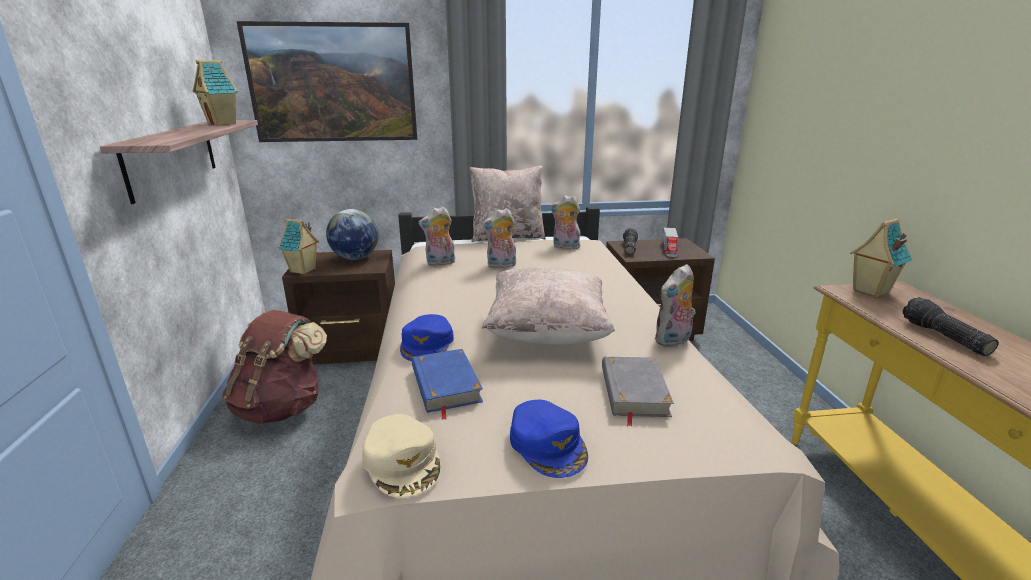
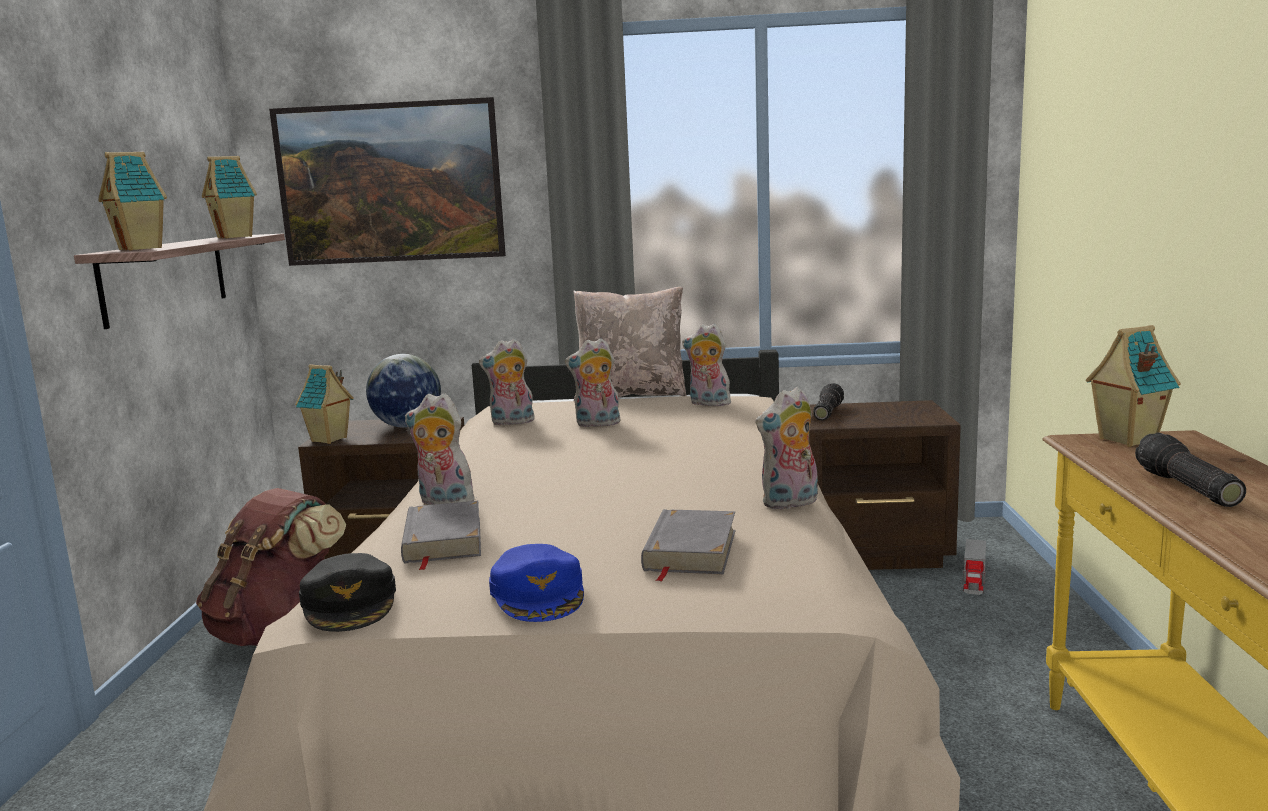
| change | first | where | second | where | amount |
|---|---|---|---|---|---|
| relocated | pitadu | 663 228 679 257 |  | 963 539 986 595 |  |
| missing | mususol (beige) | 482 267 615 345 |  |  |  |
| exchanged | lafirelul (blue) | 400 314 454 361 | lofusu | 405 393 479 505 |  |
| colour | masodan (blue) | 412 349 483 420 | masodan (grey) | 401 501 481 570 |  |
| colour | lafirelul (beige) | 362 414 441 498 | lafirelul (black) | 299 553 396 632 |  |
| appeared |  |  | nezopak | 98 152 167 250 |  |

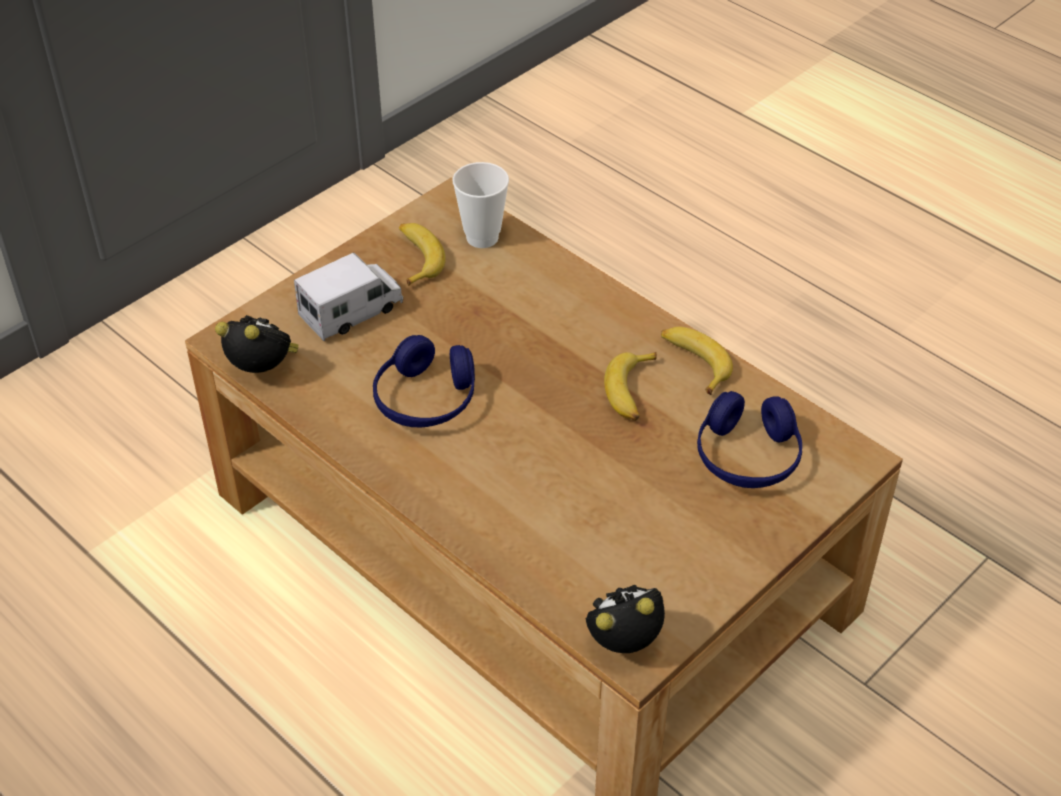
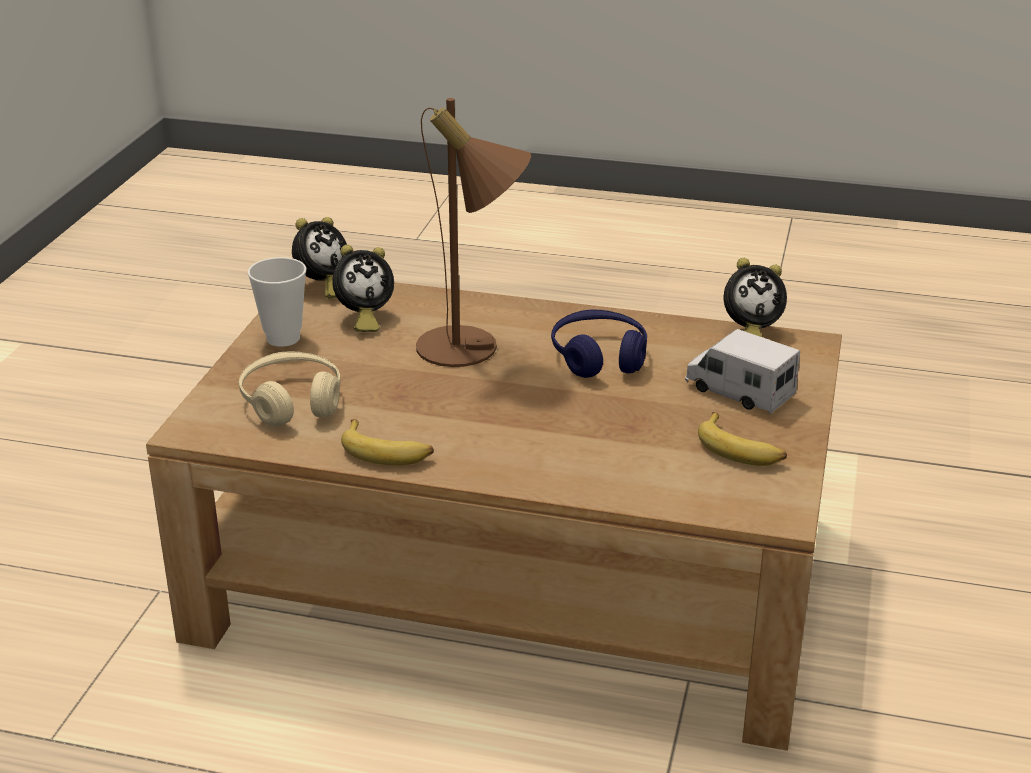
| change | first | where | second | where | amount |
|---|---|---|---|---|---|
| relocated | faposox | 453 162 509 248 |  | 248 257 306 347 |  |
| spun | pitadu | 294 253 403 341 |  | 685 329 800 414 | 105 degrees clockwise |
| missing | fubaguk | 604 352 657 421 |  |  |  |
| colour | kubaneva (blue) | 697 391 802 488 | kubaneva (beige) | 239 351 341 426 |  |
| appeared |  |  | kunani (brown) | 416 98 531 367 |  |
| appeared |  |  | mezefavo | 332 245 394 332 |  |

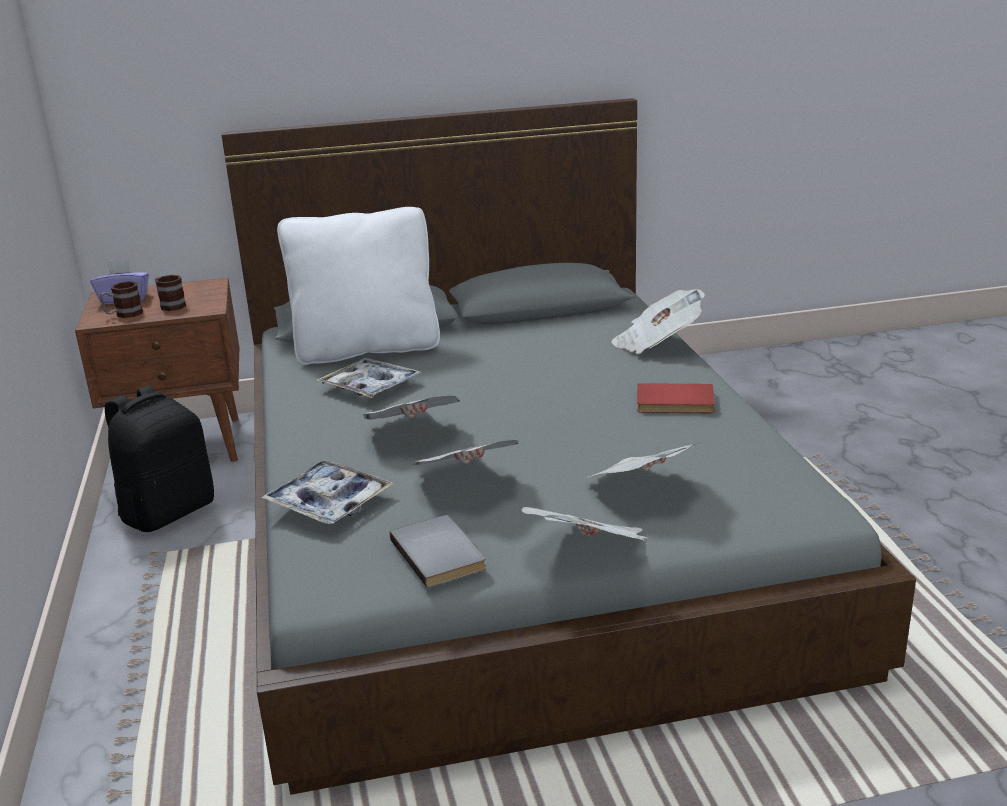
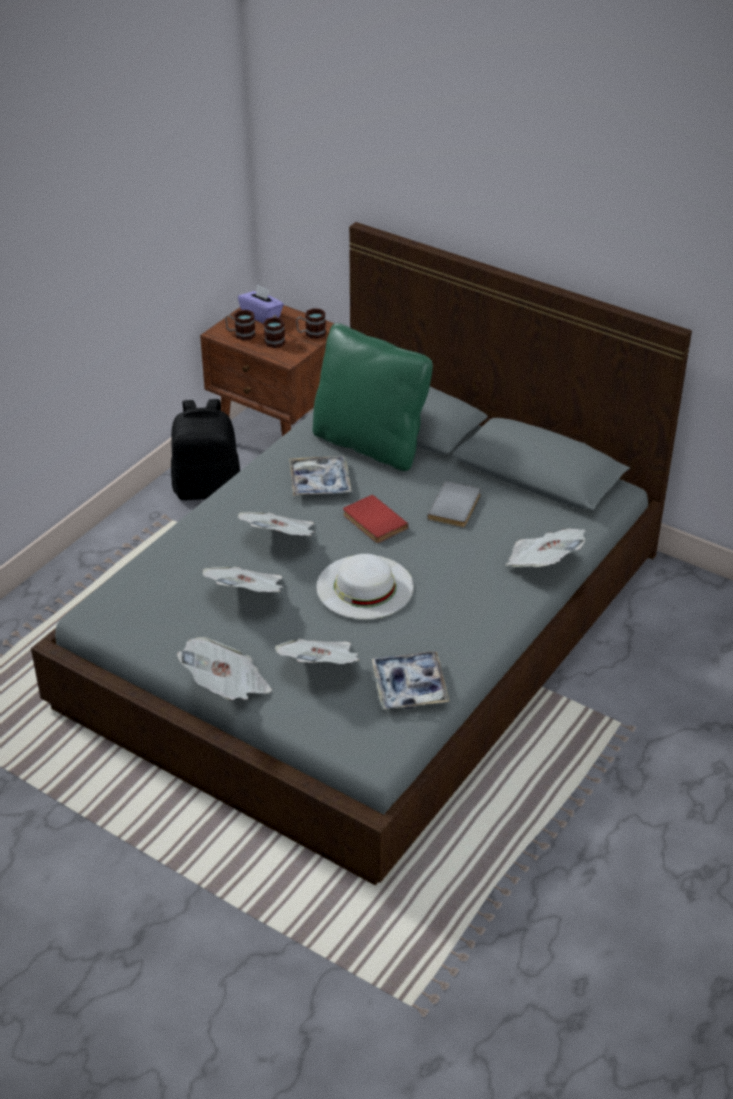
| change | first | where | second | where | amount |
|---|---|---|---|---|---|
| colour | mususol (white) | 277 207 440 365 | mususol (green) | 312 323 433 471 |  |
| relocated | masodan (red) | 637 383 715 413 |  | 343 494 408 543 |  |
| relocated | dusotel | 261 460 394 524 |  | 372 651 450 709 |  |
| relocated | masodan (grey) | 390 515 486 588 |  | 428 481 481 527 |  |
| appeared |  |  | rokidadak | 296 308 326 339 |  |
| appeared |  |  | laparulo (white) | 316 554 414 619 |  |

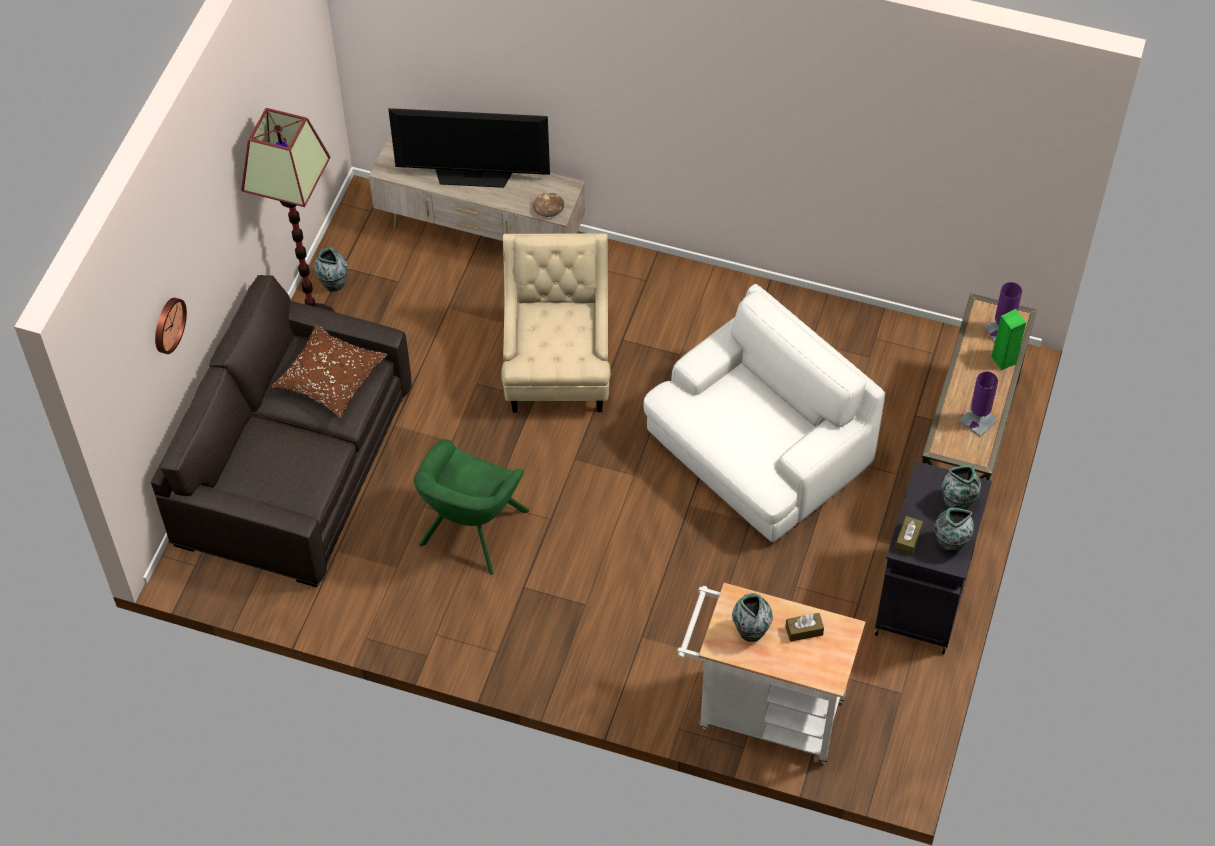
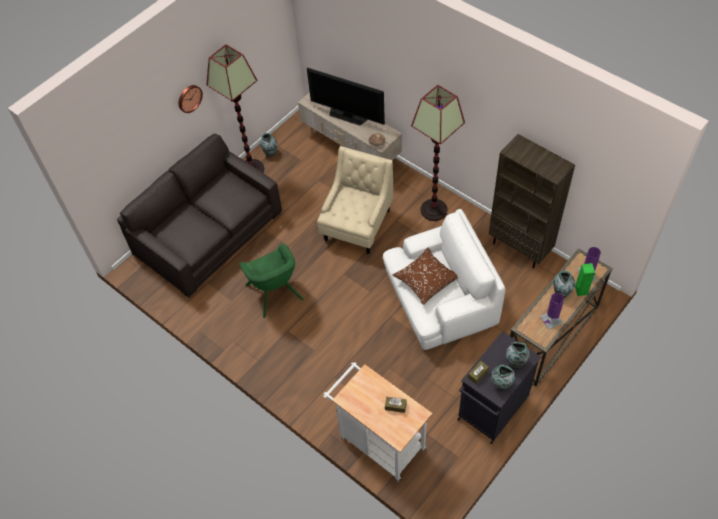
| change | first | where | second | where | amount |
|---|---|---|---|---|---|
| relocated | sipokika | 155 298 187 354 |  | 178 85 203 113 |  |
| relocated | mususol (brown) | 271 324 387 418 |  | 392 248 458 305 |  |
| spun | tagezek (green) | 414 440 529 575 |  | 239 243 304 318 | 75 degrees counterclockwise |
| relocated | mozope | 732 593 773 642 |  | 553 271 575 298 |  |
| appeared |  |  | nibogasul | 411 85 465 221 |  |
| appeared |  |  | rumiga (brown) | 489 134 575 269 |  |

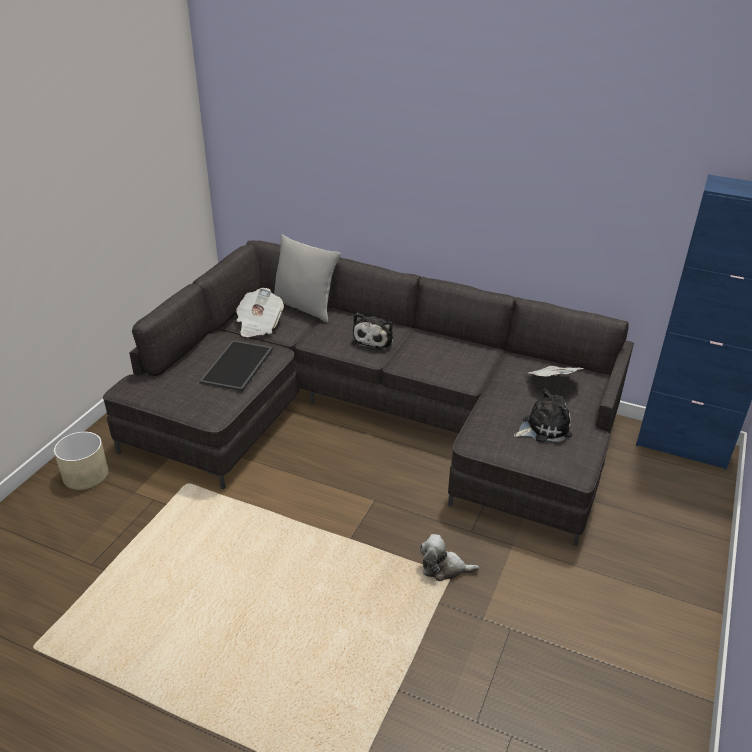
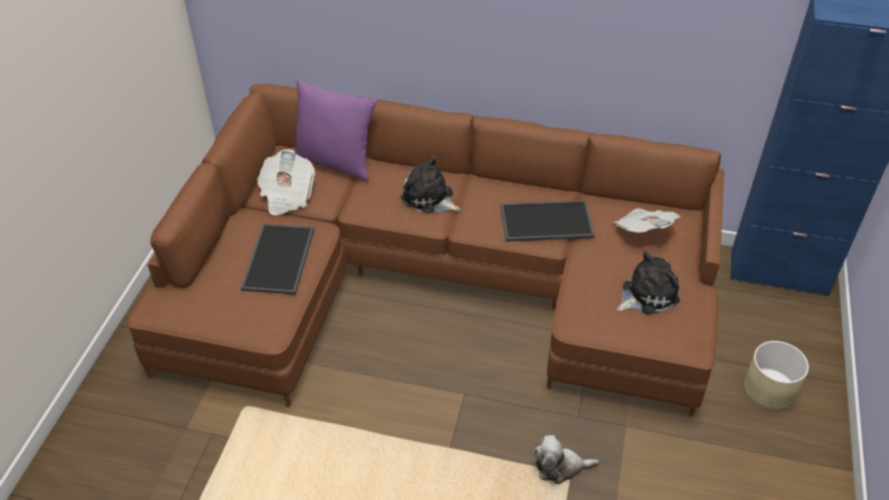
| change | first | where | second | where | amount |
|---|---|---|---|---|---|
| colour | mususol (grey) | 274 234 341 323 | mususol (purple) | 295 80 377 182 |  |
| colour | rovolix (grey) | 103 240 634 546 | rovolix (brown) | 127 84 724 416 |  |
| spun | lofusu | 352 313 394 350 |  | 401 156 460 214 | 120 degrees clockwise |
| relocated | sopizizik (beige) | 54 431 109 490 |  | 744 341 809 410 |  |
| appeared |  |  | dusotel | 500 200 595 242 |  |

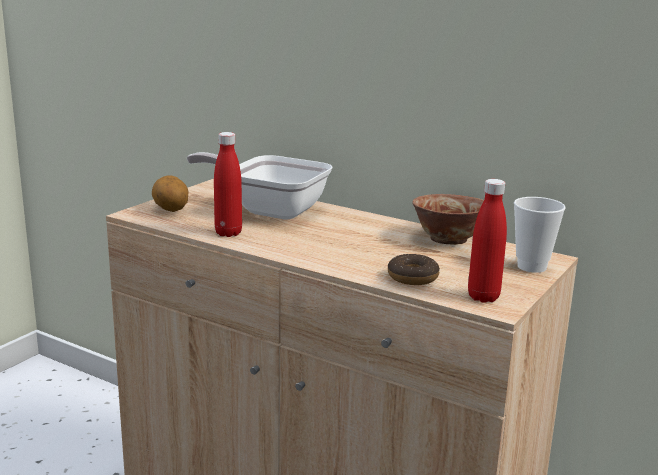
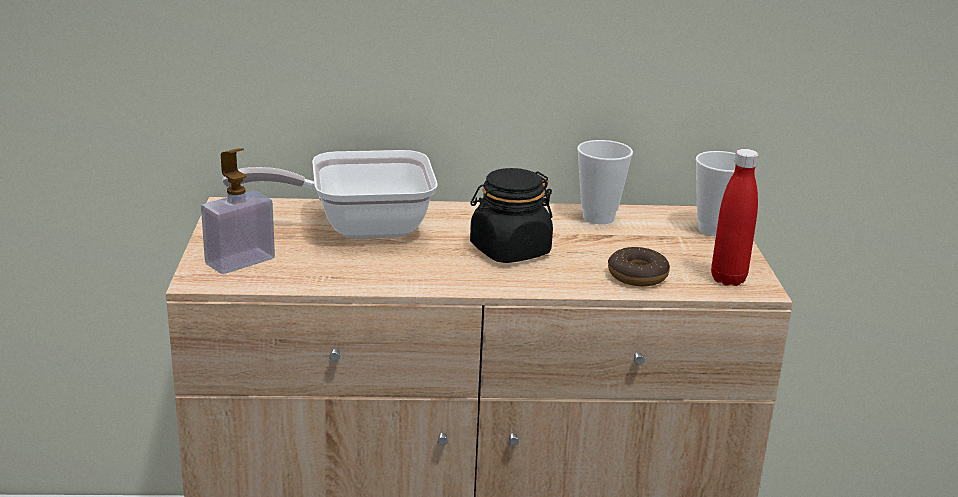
| change | first | where | second | where | amount |
|---|---|---|---|---|---|
| missing | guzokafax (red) | 214 132 242 237 |  |  |  |
| exchanged | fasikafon | 152 175 188 212 | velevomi | 201 148 275 274 |  |
| exchanged | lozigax | 412 194 484 245 | faposox | 577 140 633 224 |  |
| appeared |  |  | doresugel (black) | 470 168 553 263 |  |

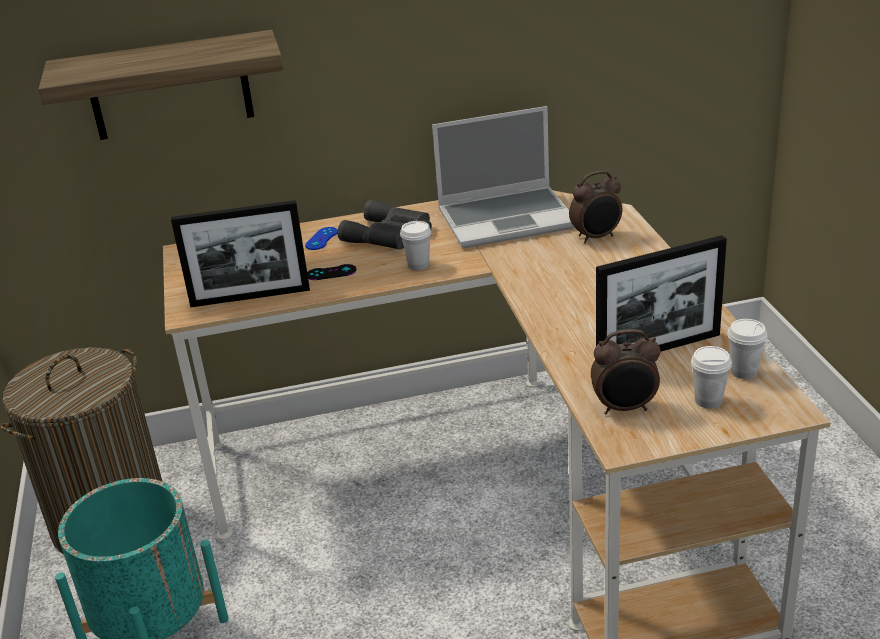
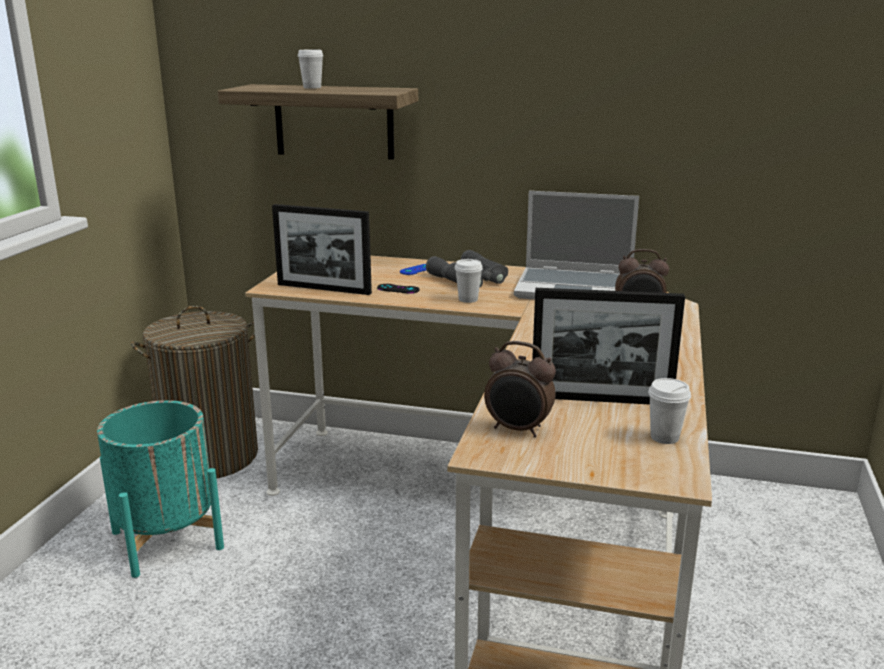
| change | first | where | second | where | amount |
|---|---|---|---|---|---|
| relocated | faposox (white) | 691 346 732 409 |  | 298 49 323 89 |  |

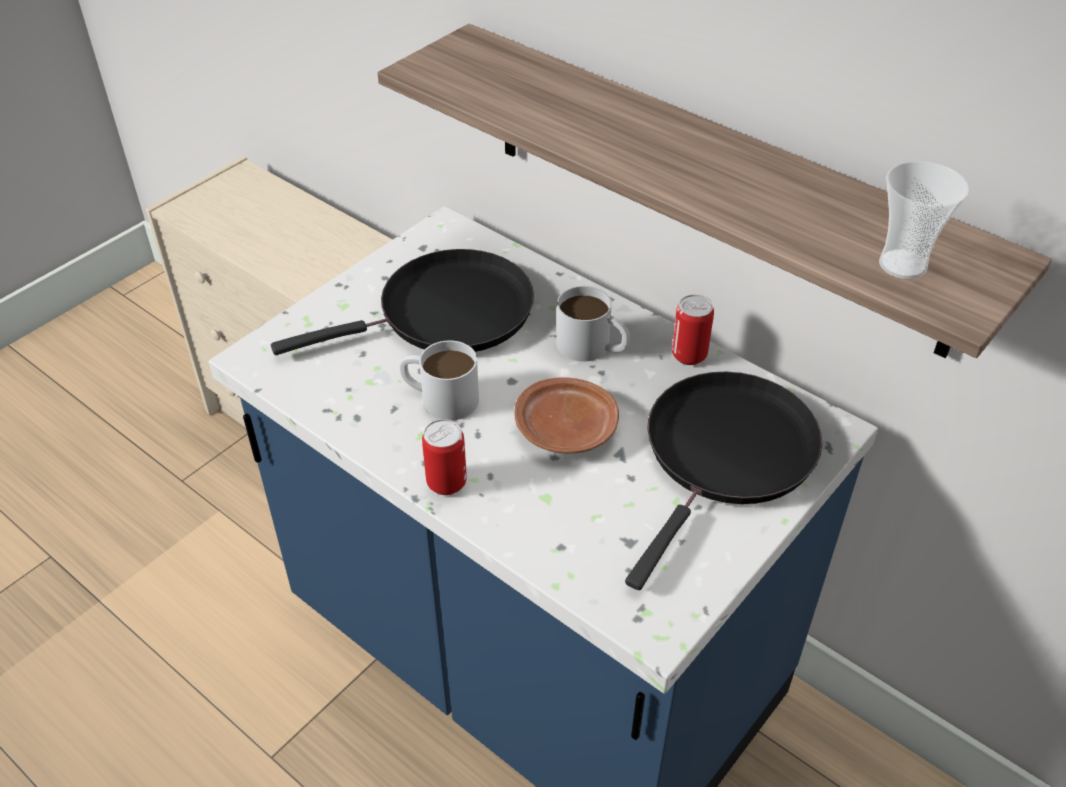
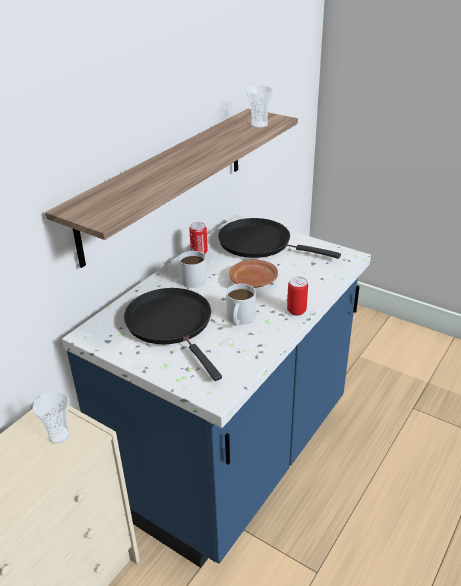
| change | first | where | second | where | amount |
|---|---|---|---|---|---|
| appeared |  |  | faposox | 33 391 70 444 |  |

